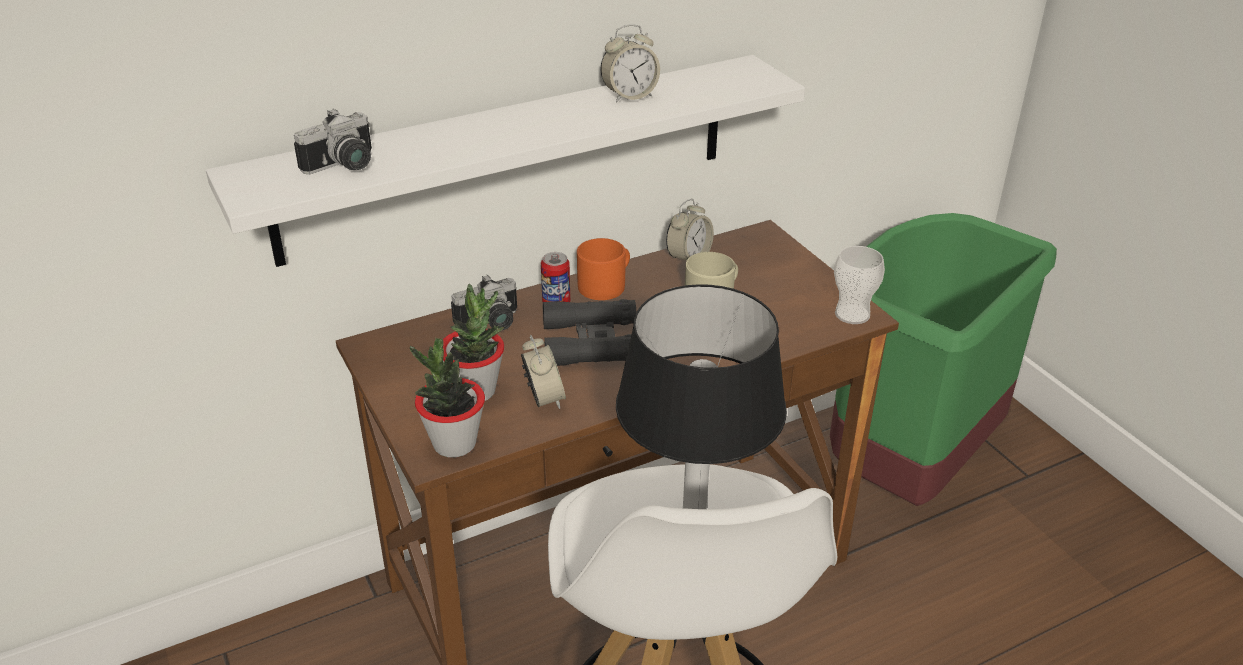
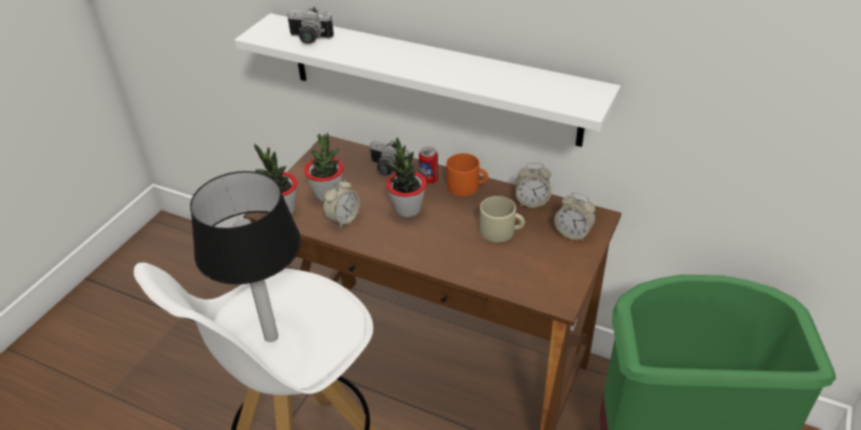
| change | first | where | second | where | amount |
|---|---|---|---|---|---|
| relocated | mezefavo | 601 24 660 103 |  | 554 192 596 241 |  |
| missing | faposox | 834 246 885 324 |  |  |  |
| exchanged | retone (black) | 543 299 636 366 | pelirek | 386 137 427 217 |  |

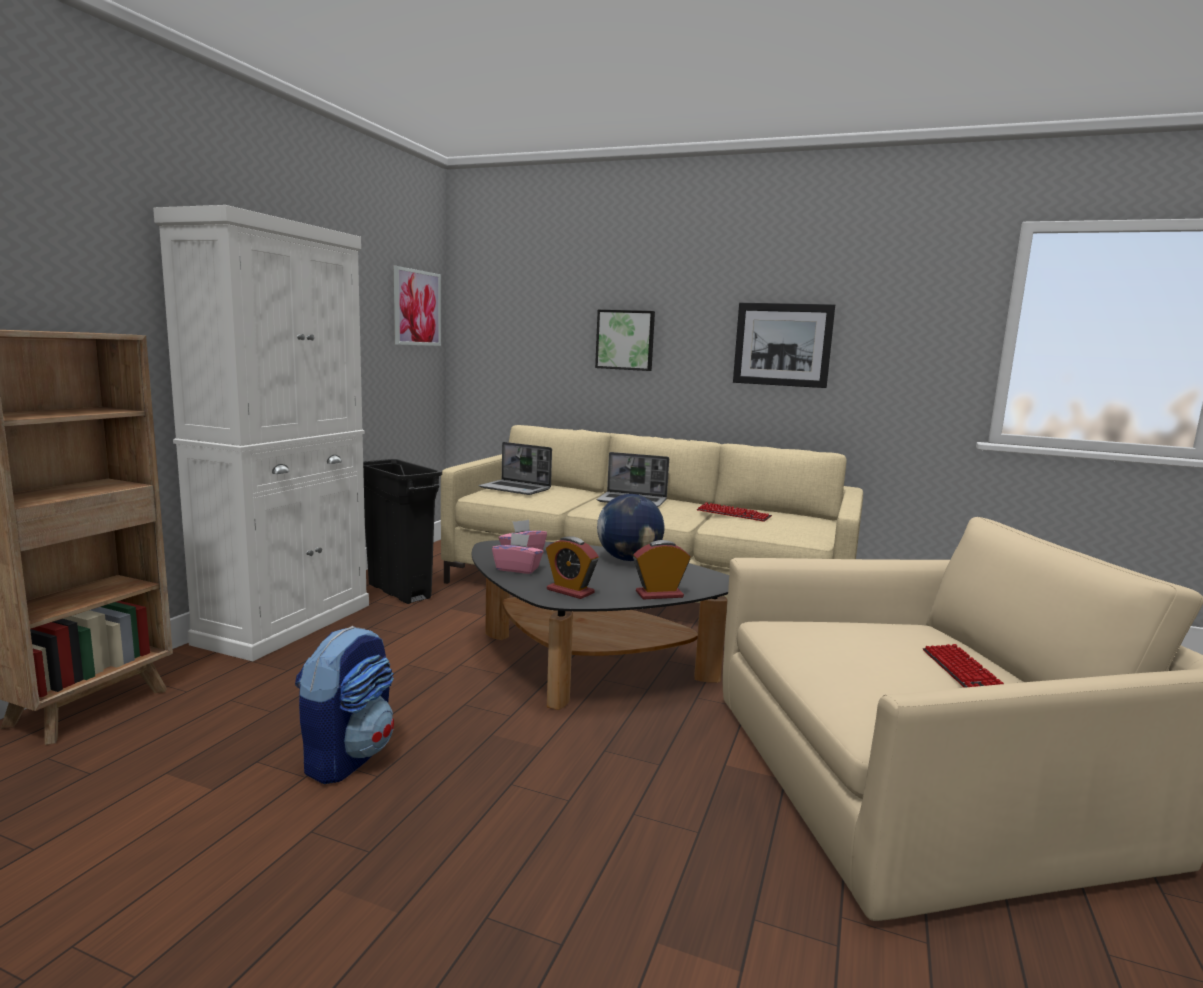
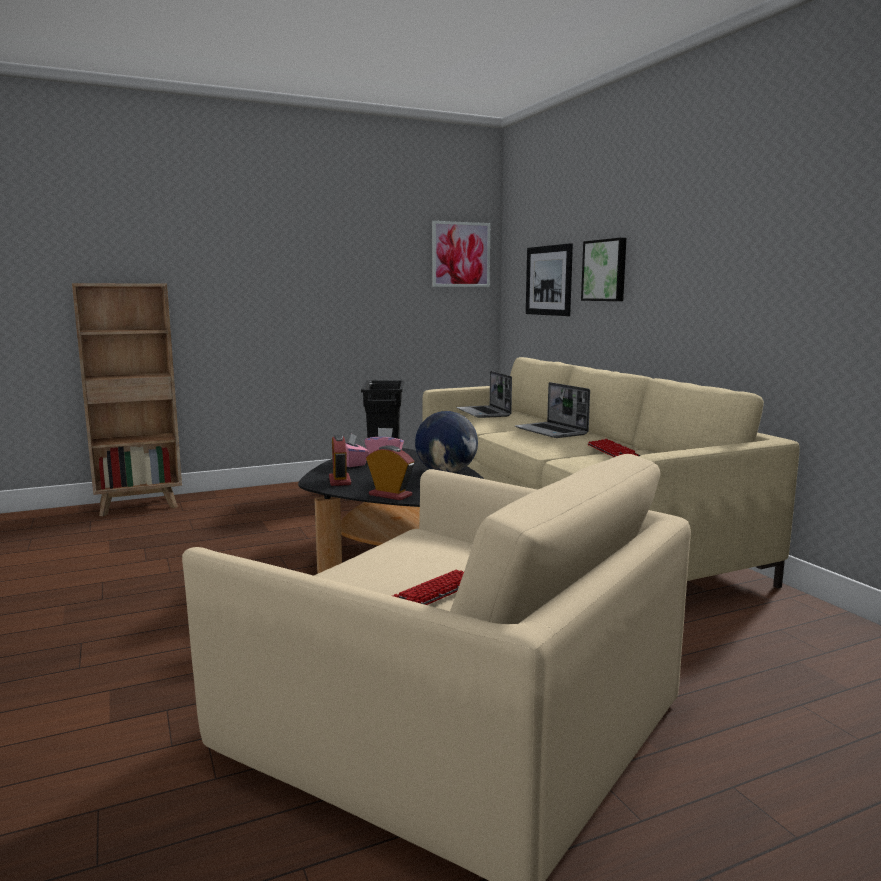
| change | first | where | second | where | amount |
|---|---|---|---|---|---|
| missing | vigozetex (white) | 153 205 369 661 |  |  |  |
| relocated | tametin | 733 303 835 388 |  | 526 243 573 316 |  |
| missing | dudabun | 295 626 394 784 |  |  |  |

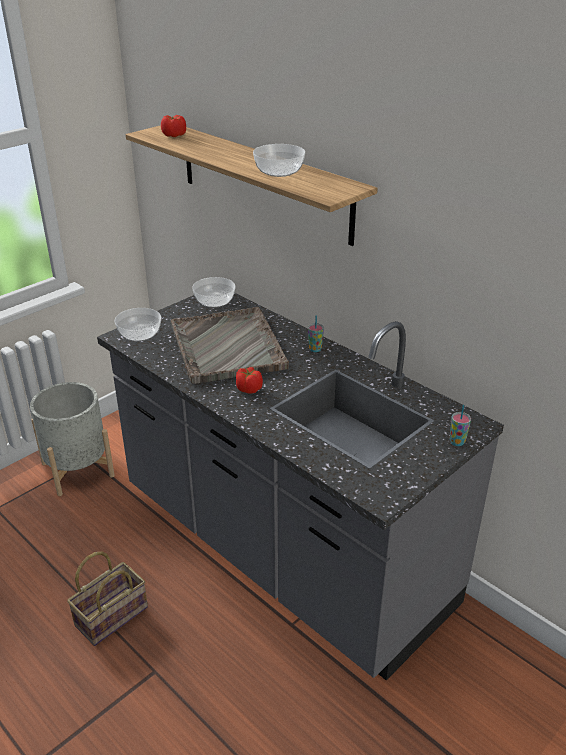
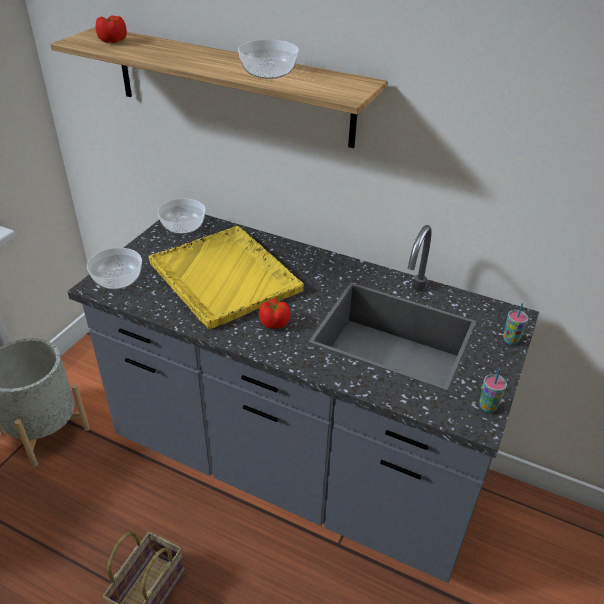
| change | first | where | second | where | amount |
|---|---|---|---|---|---|
| colour | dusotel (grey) | 171 307 289 384 | dusotel (yellow) | 149 226 304 329 |  |
| relocated | faposox | 308 315 324 352 |  | 479 369 507 412 |  |

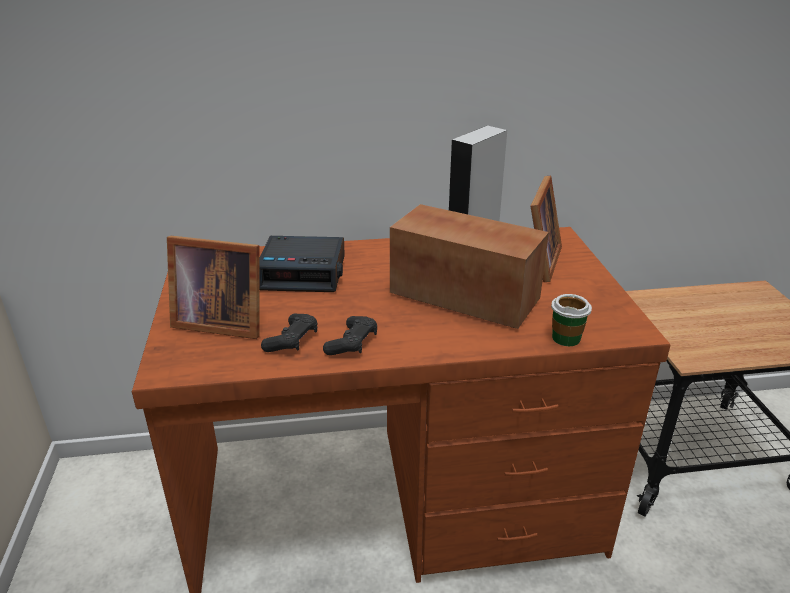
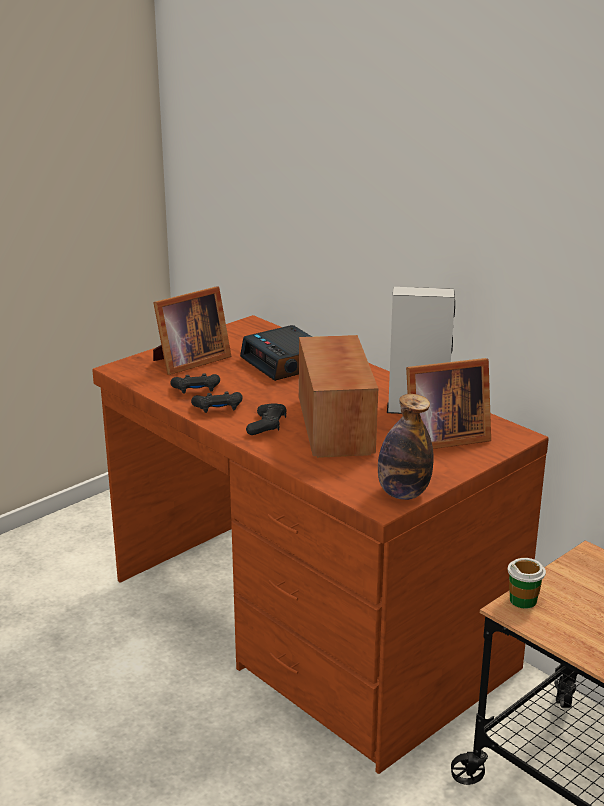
| change | first | where | second | where | amount |
|---|---|---|---|---|---|
| spun | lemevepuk | 167 236 260 339 |  | 153 287 231 375 | 105 degrees counterclockwise |
| relocated | faposox | 551 294 592 346 |  | 508 558 546 609 |  |
| appeared |  |  | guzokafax | 378 394 434 500 |  |
| appeared |  |  | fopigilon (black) | 246 403 287 435 |  |

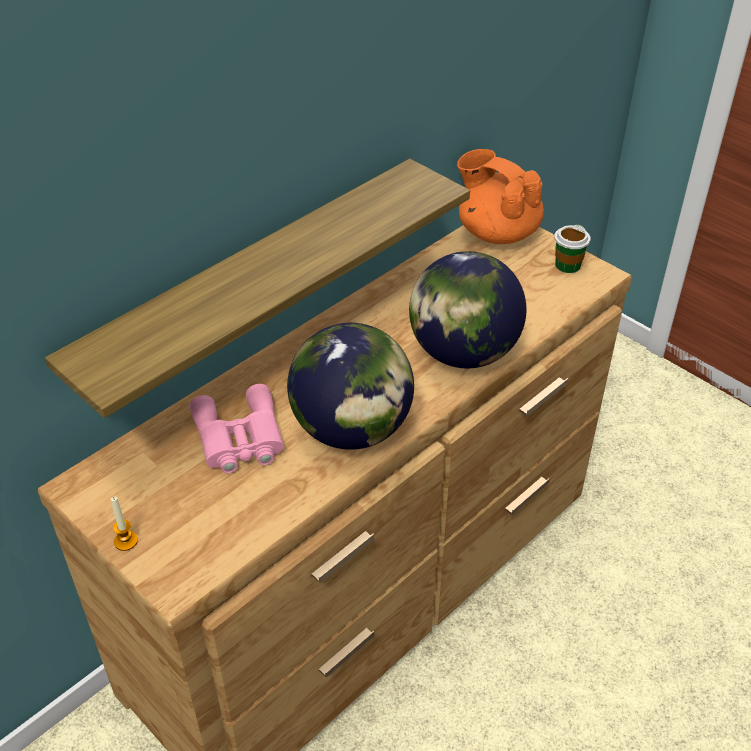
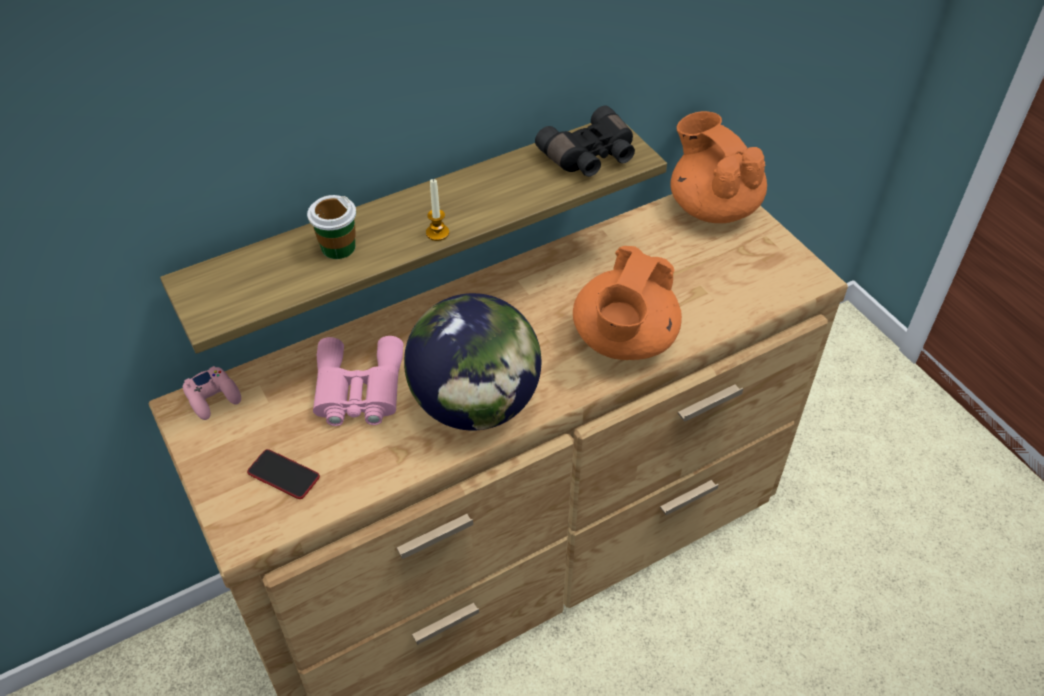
| change | first | where | second | where | amount |
|---|---|---|---|---|---|
| relocated | faposox | 554 225 591 273 |  | 307 195 356 259 |  |
| exchanged | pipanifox | 409 251 526 368 | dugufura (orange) | 573 246 682 360 |  |
| relocated | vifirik | 111 497 138 551 |  | 426 179 449 241 |  |
| appeared |  |  | retone (black) | 535 106 635 177 |  |
| appeared |  |  | fopigilon (pink) | 183 366 241 420 |  |
| appeared |  |  | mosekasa | 247 449 320 499 |  |

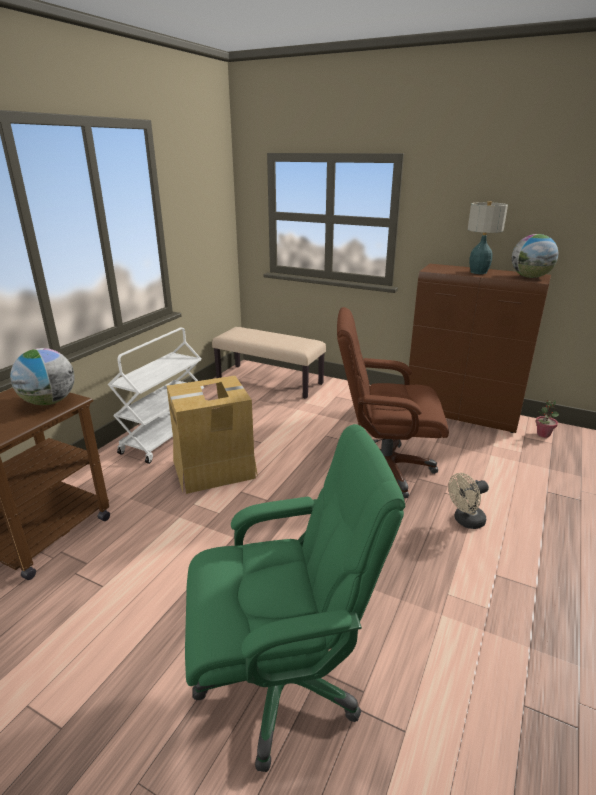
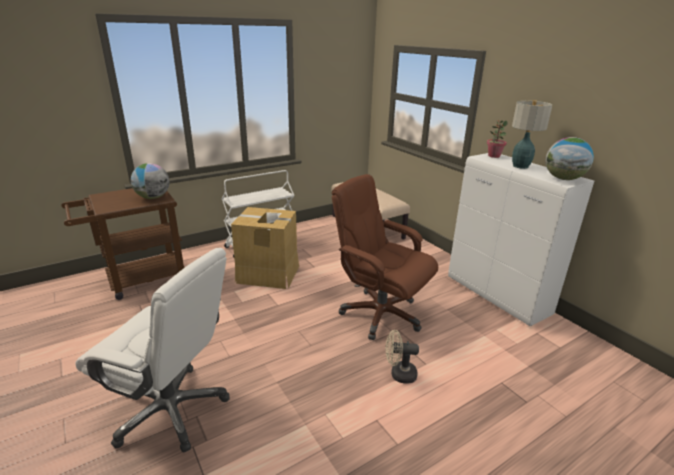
| change | first | where | second | where | amount |
|---|---|---|---|---|---|
| colour | vigozetex (brown) | 409 264 551 433 | vigozetex (white) | 448 153 594 326 |  |
| relocated | pelirek | 536 400 559 438 |  | 487 120 508 158 |  |
| colour | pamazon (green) | 185 424 405 772 | pamazon (white) | 75 248 230 452 |  |

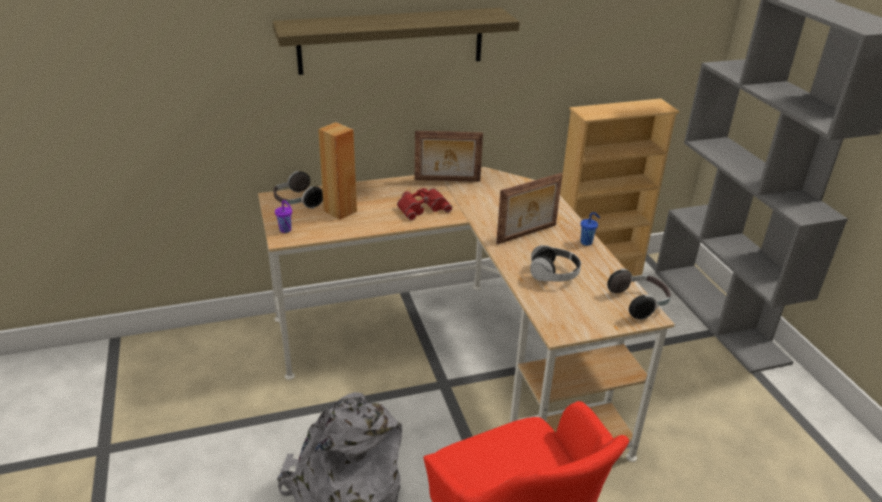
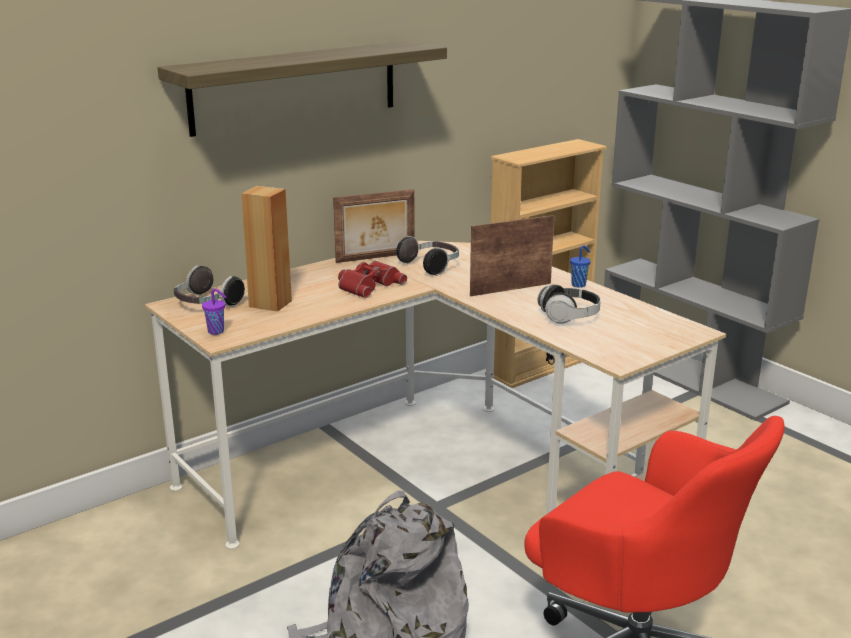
| change | first | where | second | where | amount |
|---|---|---|---|---|---|
| spun | lemevepuk | 496 173 563 244 |  | 470 215 554 296 | 150 degrees counterclockwise |
| relocated | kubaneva | 607 269 671 320 |  | 396 236 459 276 |  |

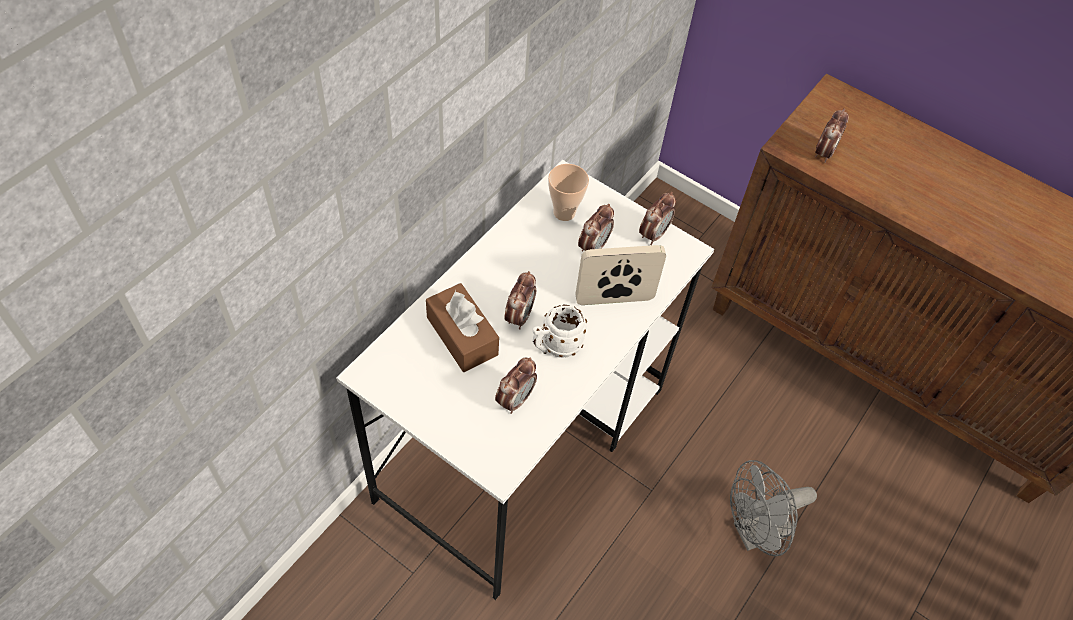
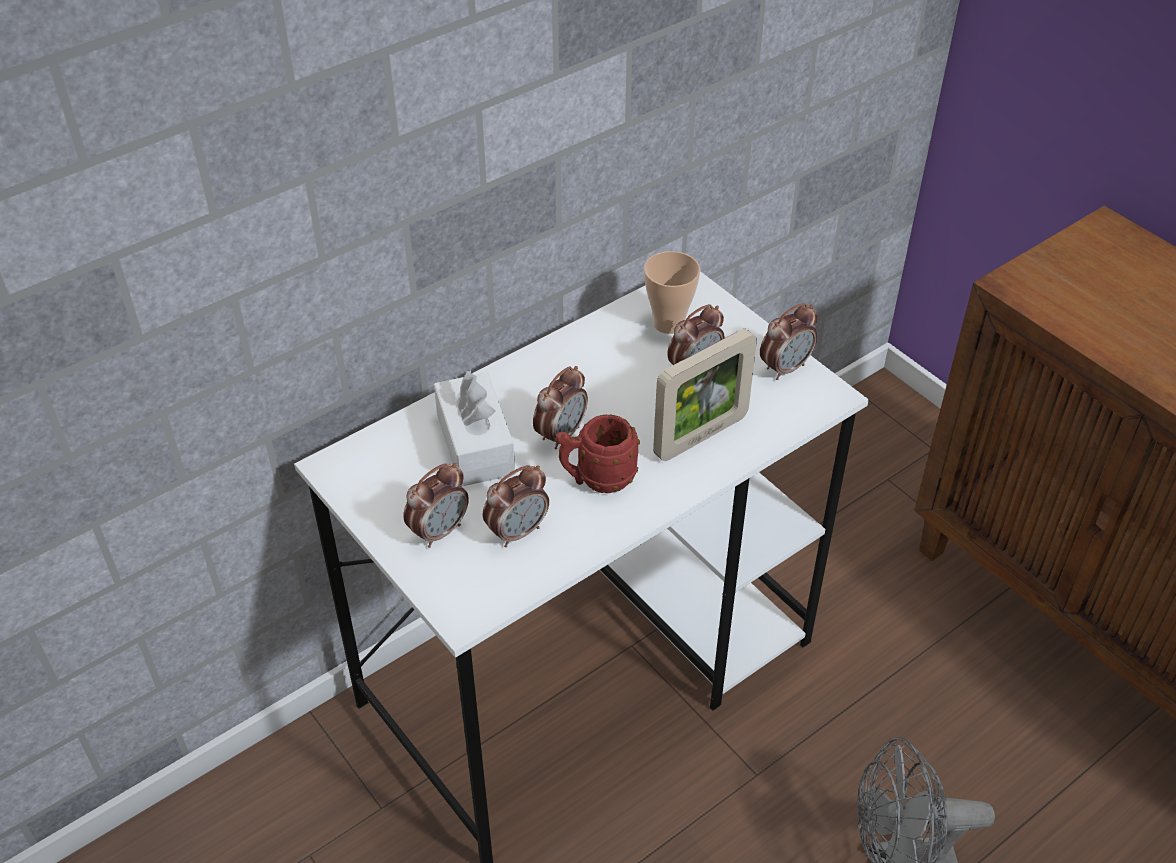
| change | first | where | second | where | amount |
|---|---|---|---|---|---|
| relocated | mezefavo | 815 108 849 163 |  | 403 463 469 548 |  |
| spun | lemevepuk | 575 245 666 305 |  | 653 329 757 461 | 135 degrees clockwise |
| colour | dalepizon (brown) | 426 283 499 372 | dalepizon (white) | 434 370 515 486 |  |
| colour | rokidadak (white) | 532 305 587 358 | rokidadak (red) | 556 415 640 493 |  |

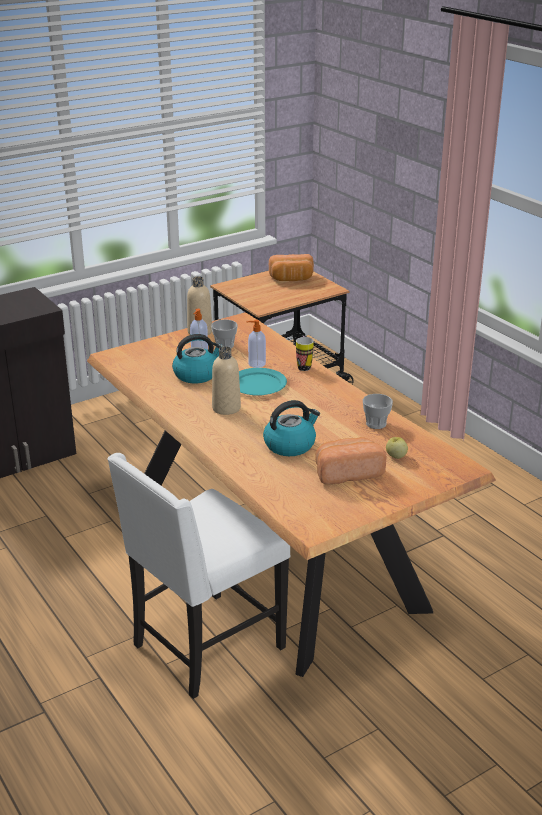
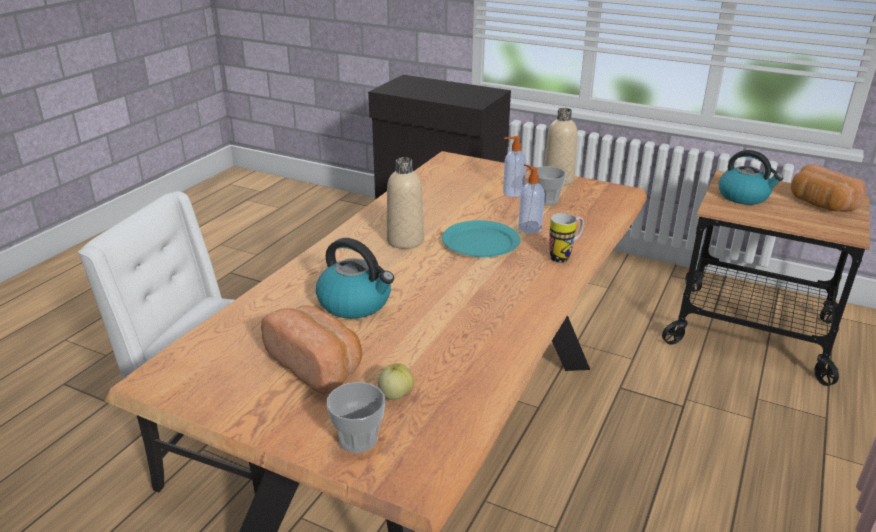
| change | first | where | second | where | amount |
|---|---|---|---|---|---|
| relocated | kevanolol | 172 334 223 383 |  | 719 150 783 205 |  |
| relocated | faposox | 363 394 393 429 |  | 327 382 385 453 |  |

